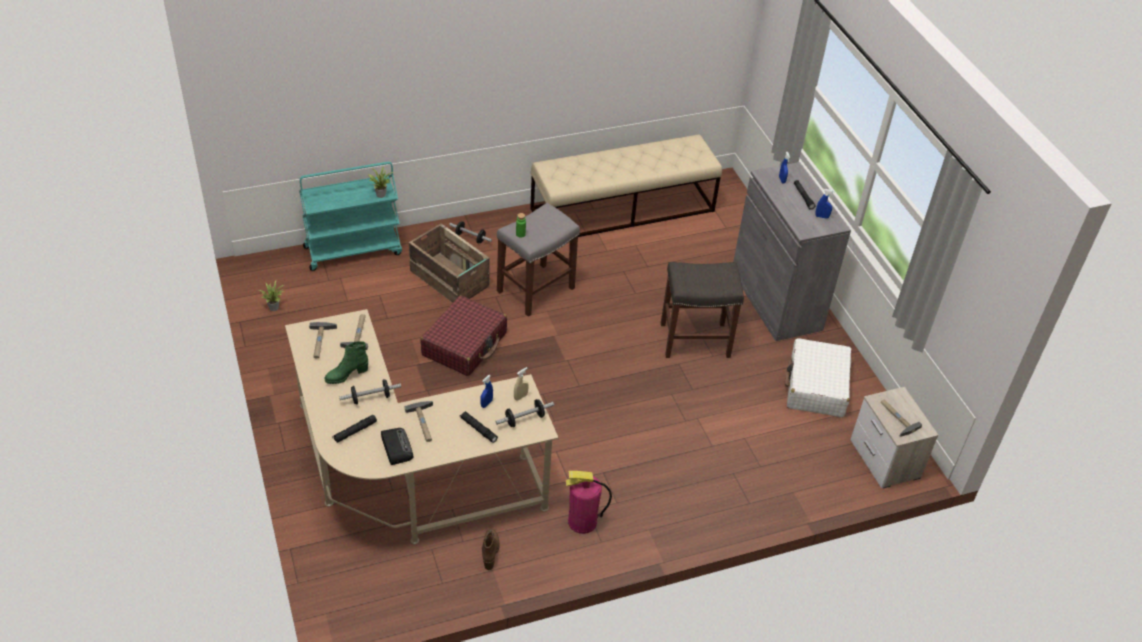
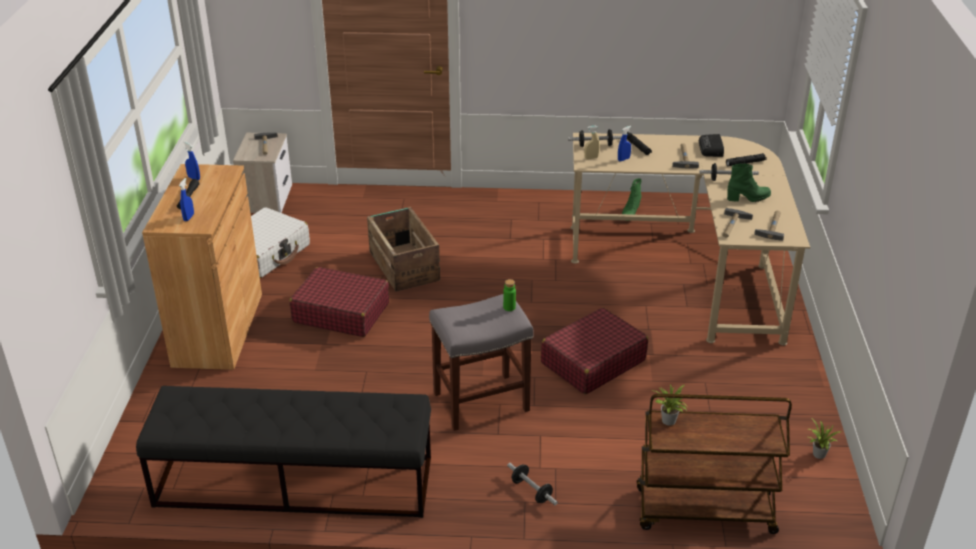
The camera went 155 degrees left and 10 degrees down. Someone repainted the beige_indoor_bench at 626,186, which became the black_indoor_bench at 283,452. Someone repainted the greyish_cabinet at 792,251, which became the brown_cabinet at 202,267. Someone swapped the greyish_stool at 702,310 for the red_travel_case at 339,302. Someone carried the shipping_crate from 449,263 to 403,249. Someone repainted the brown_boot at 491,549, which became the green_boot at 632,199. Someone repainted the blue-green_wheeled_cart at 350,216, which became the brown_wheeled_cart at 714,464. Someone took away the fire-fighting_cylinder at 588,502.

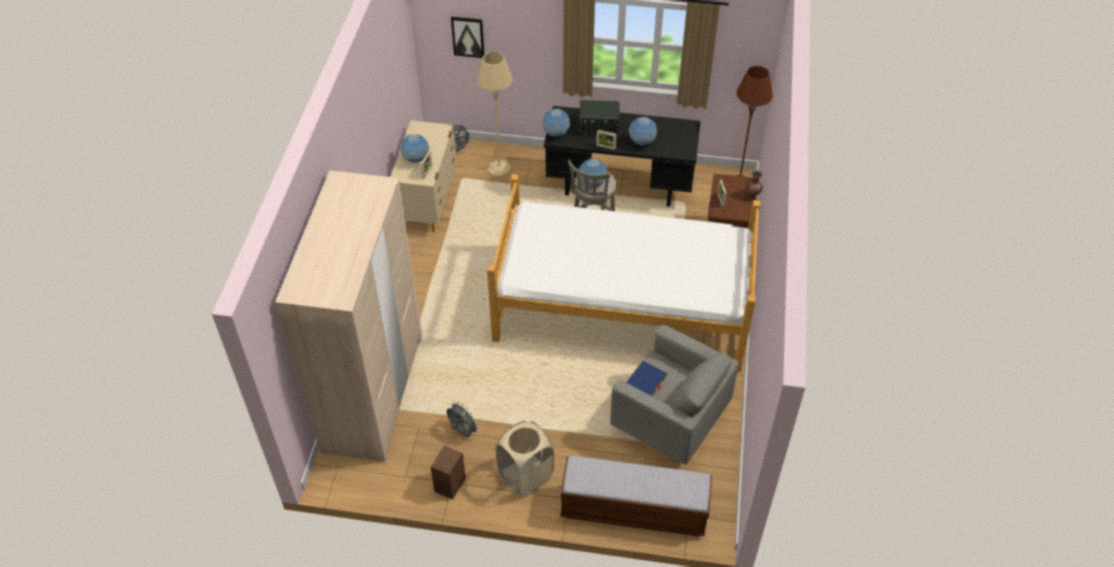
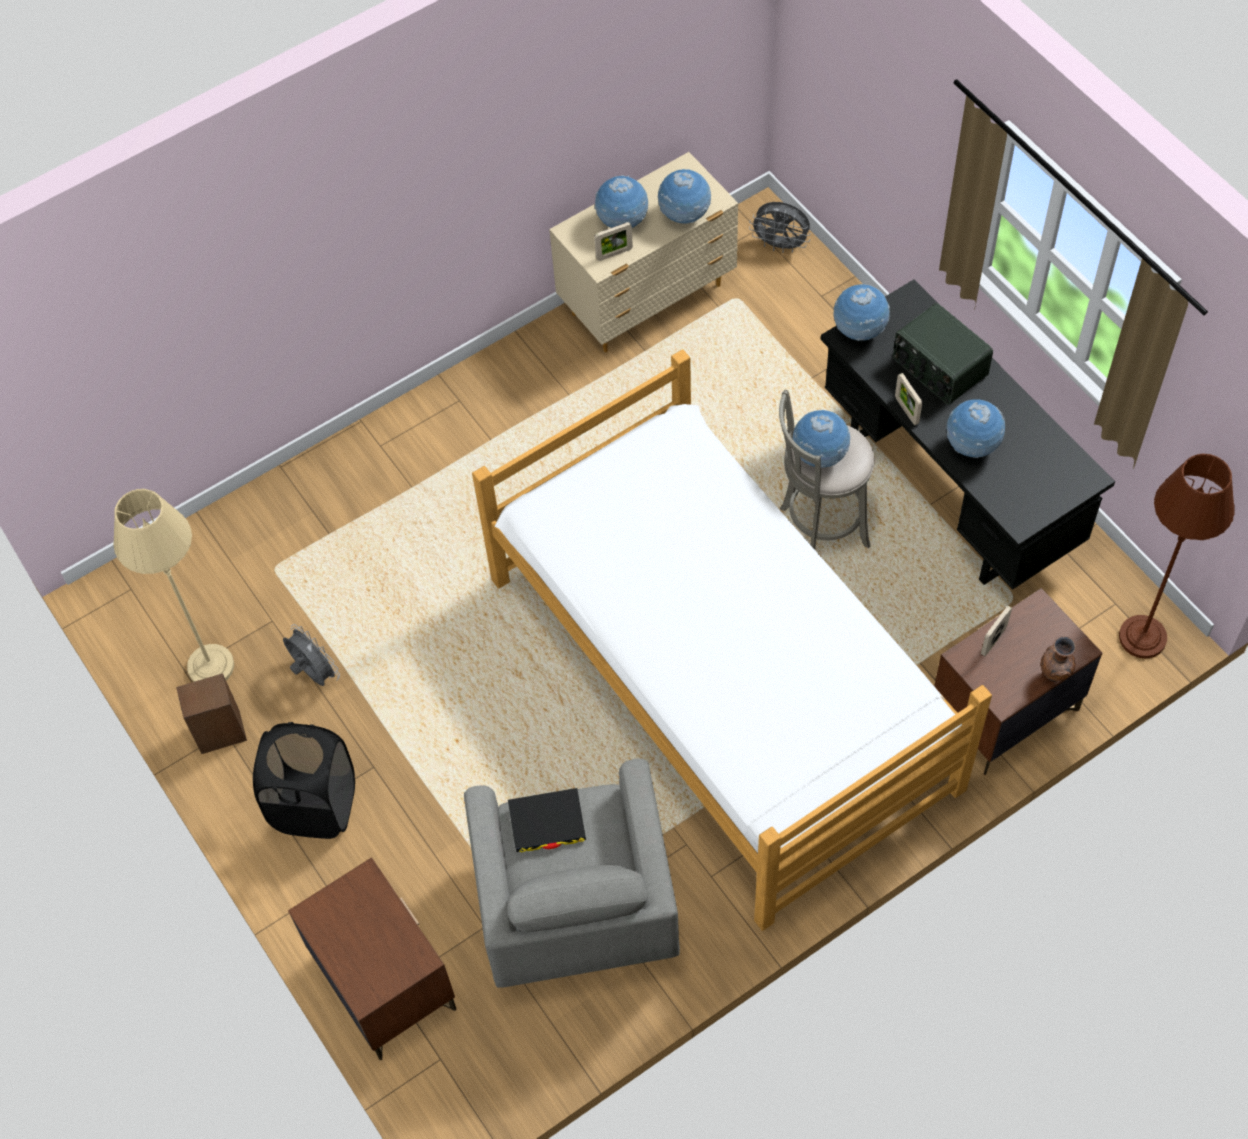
The camera went 50 degrees right and 10 degrees up. Someone carried the beige_standard_lamp from 495,114 to 174,585. Someone repainted the beige_washing_basket at 525,458, which became the black_washing_basket at 304,780. Someone rotated the greyish_cooling_fan at 463,419 by 45 degrees counterclockwise. Someone swapped the indoor_bench at 636,496 for the brown_night_table at 372,958. Someone repainted the bluish_volume at 647,379, which became the black_volume at 547,820. Someone put down the world_globe at 684,196. Someone took away the beige_armoire at 348,316. Someone took away the wall_art at 467,37.

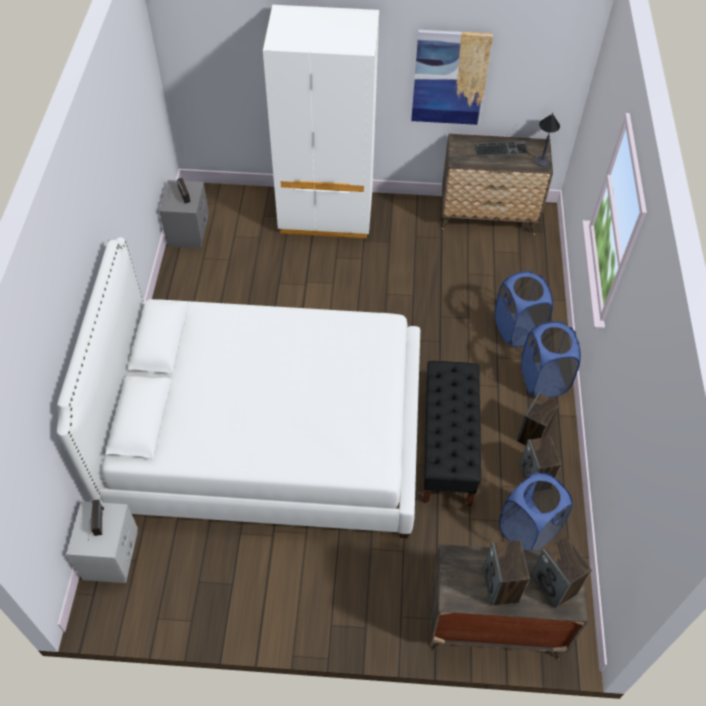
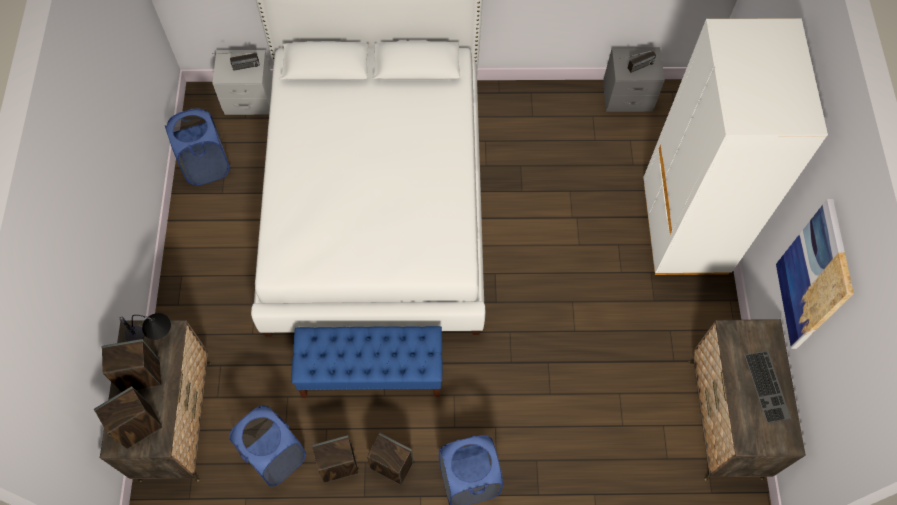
The camera went 85 degrees right and 10 degrees up. Someone carried the table_lamp from 547,140 to 145,327. Someone carried the bluish_washing_basket from 524,309 to 198,146. Someone repainted the black_indoor_bench at 452,433, which became the bluish_indoor_bench at 366,362.

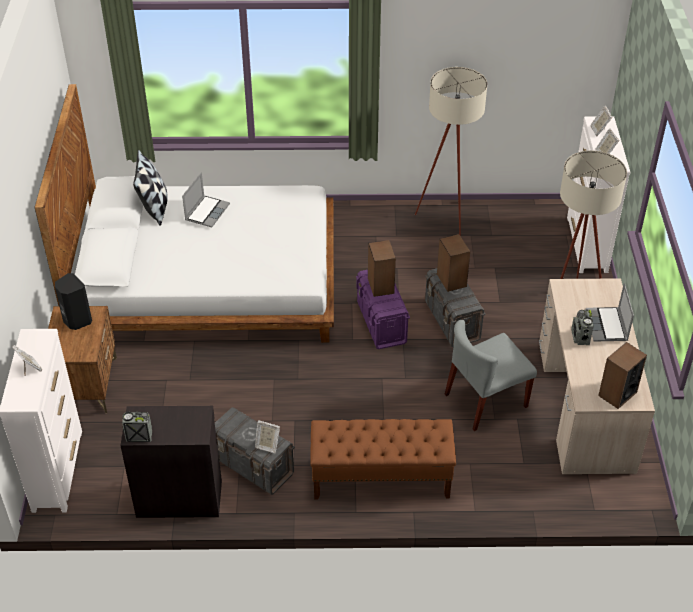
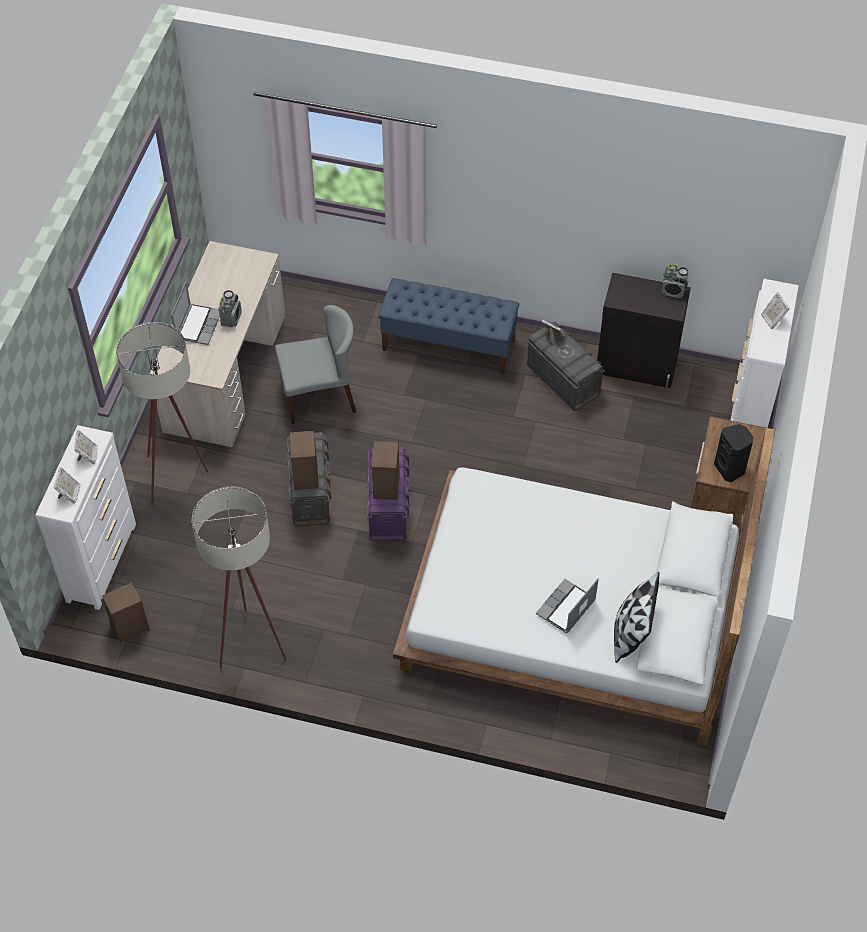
The camera went 165 degrees left and 10 degrees up. Someone carried the audio_speaker from 622,375 to 126,612. Someone repainted the brown_indoor_bench at 383,459, which became the bluish_indoor_bench at 449,326.

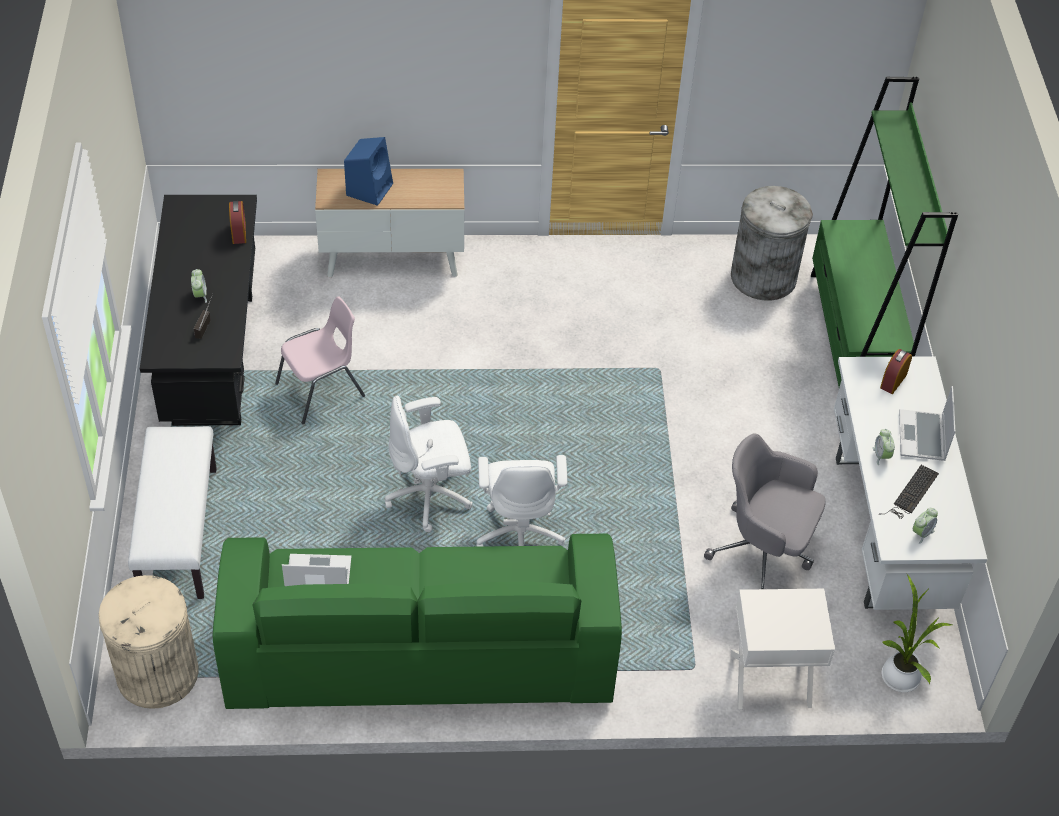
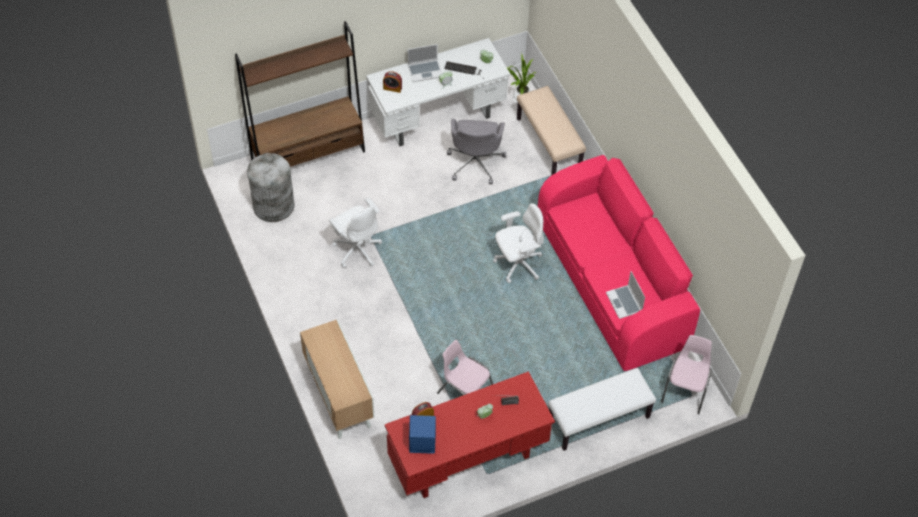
The camera went 110 degrees left and 5 degrees up. Someone repainted the green_shelving_unit at 884,232, which became the brown_shelving_unit at 300,94. Someone carried the whitish_office_chair from 429,464 to 355,233. Someone repainted the black_desk_unit at 198,310, which became the red_desk_unit at 470,434. Someone carried the bluish_audio_speaker from 368,171 to 422,434. Someone swapped the whitish_night_table at 782,649 for the beige_indoor_bench at 551,130. Someone repainted the green_couch at 417,621, which became the pinkish_couch at 619,263. Someone swapped the beige_rubbish_bin at 148,642 for the pinkish_chair at 686,374.

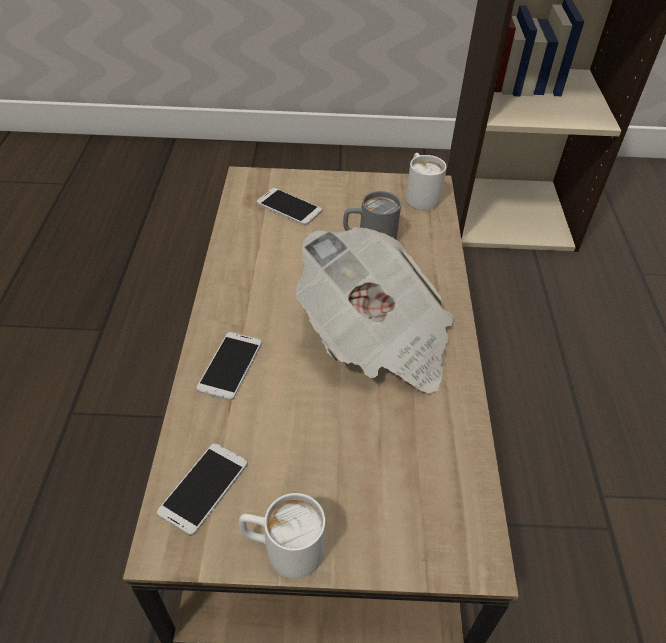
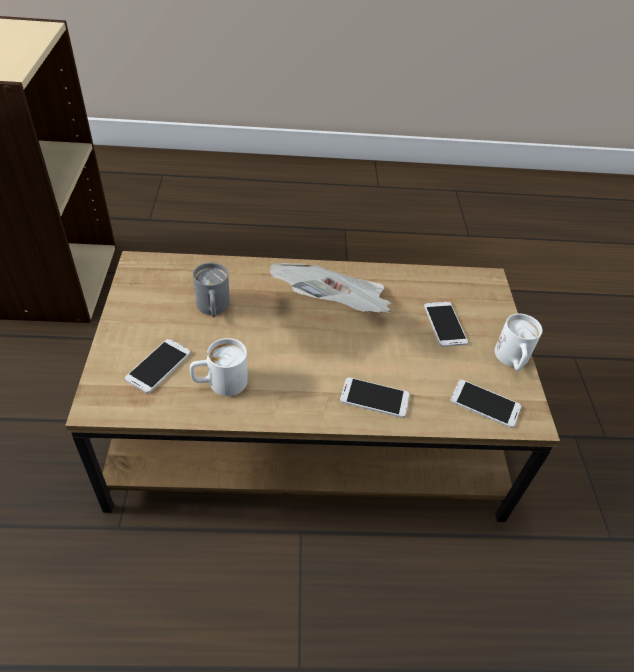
The camera went 95 degrees left and 0 degrees up. Someone carried the whitish_mug from 426,181 to 219,367. Someone put down the telephone at 446,324.

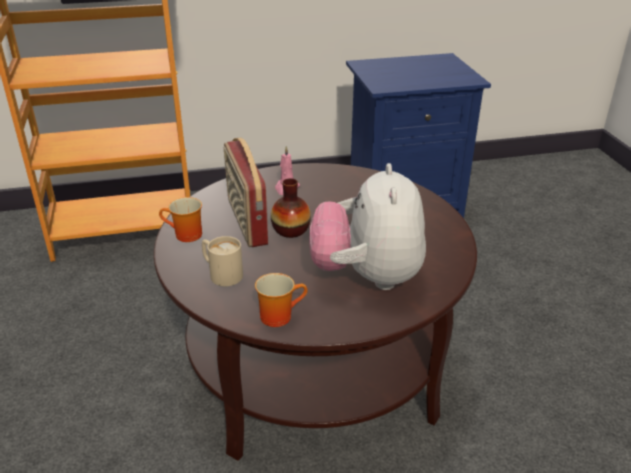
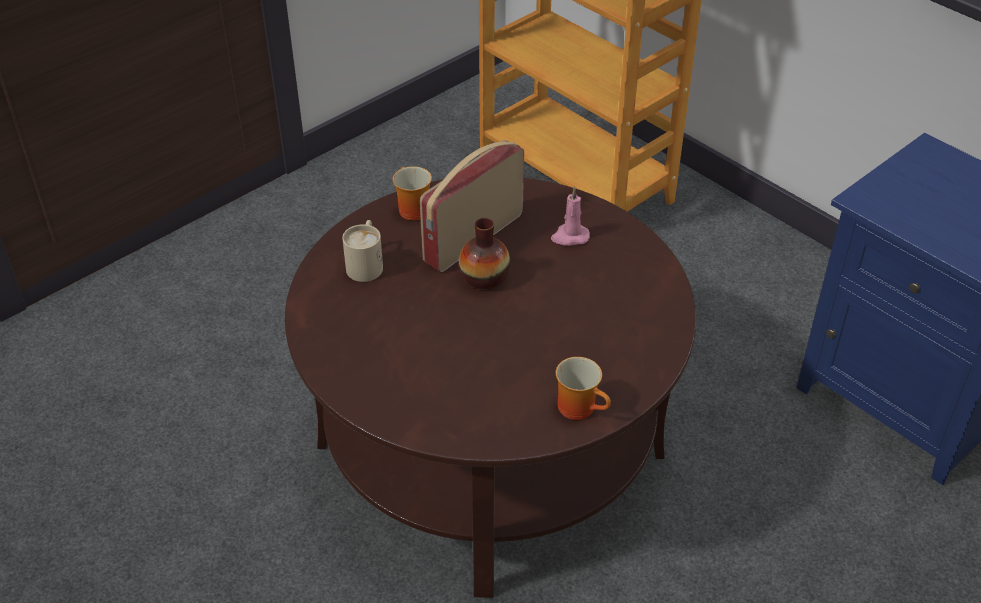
The camera went 60 degrees right and 10 degrees up. Someone carried the mug from 281,300 to 583,388. Someone took away the cuddly_toy at 367,226.

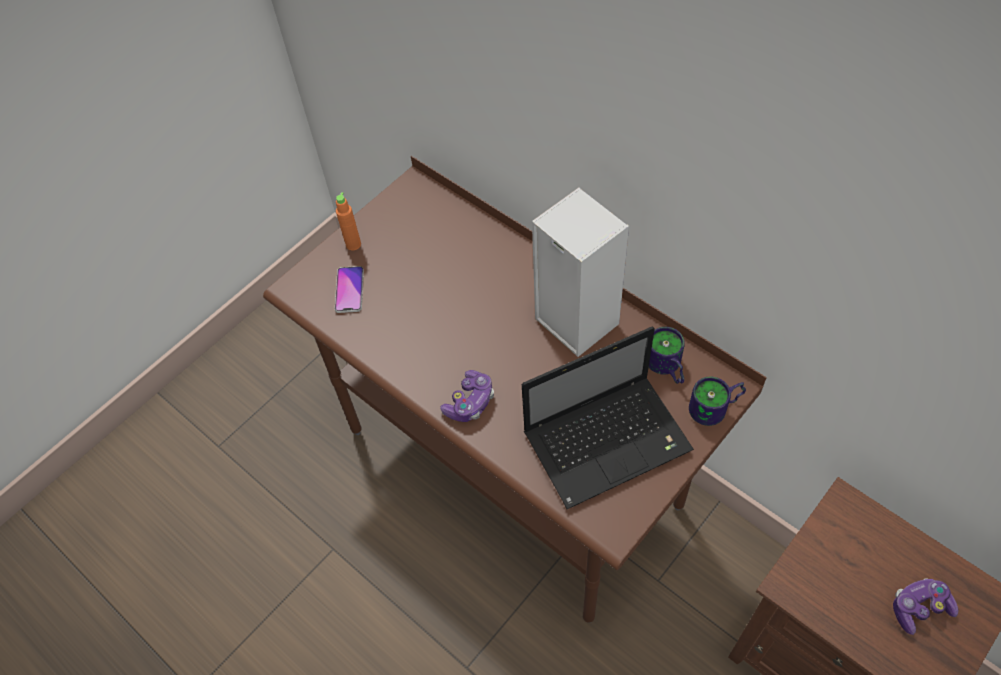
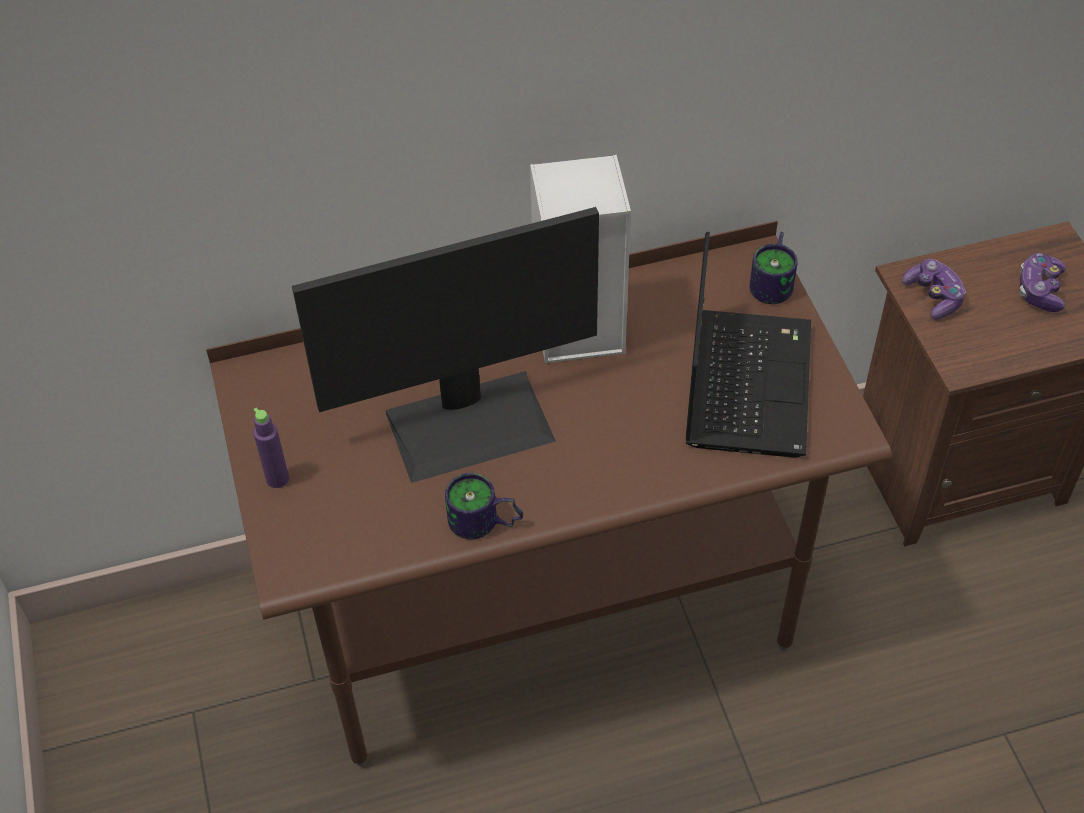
The camera went 60 degrees left and 5 degrees down. Someone repainted the orangey_bottle at 348,221, which became the purple-coloured_bottle at 271,448. Someone put down the computer_display at 445,345. Someone carried the mug from 667,355 to 484,506. Someone carried the gamepad from 467,396 to 933,289. Someone took away the telephone at 349,289.

